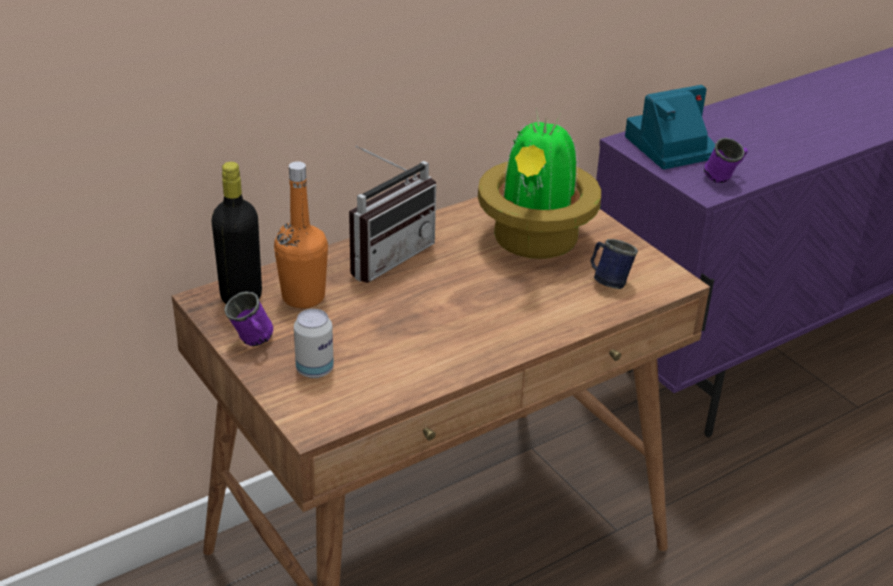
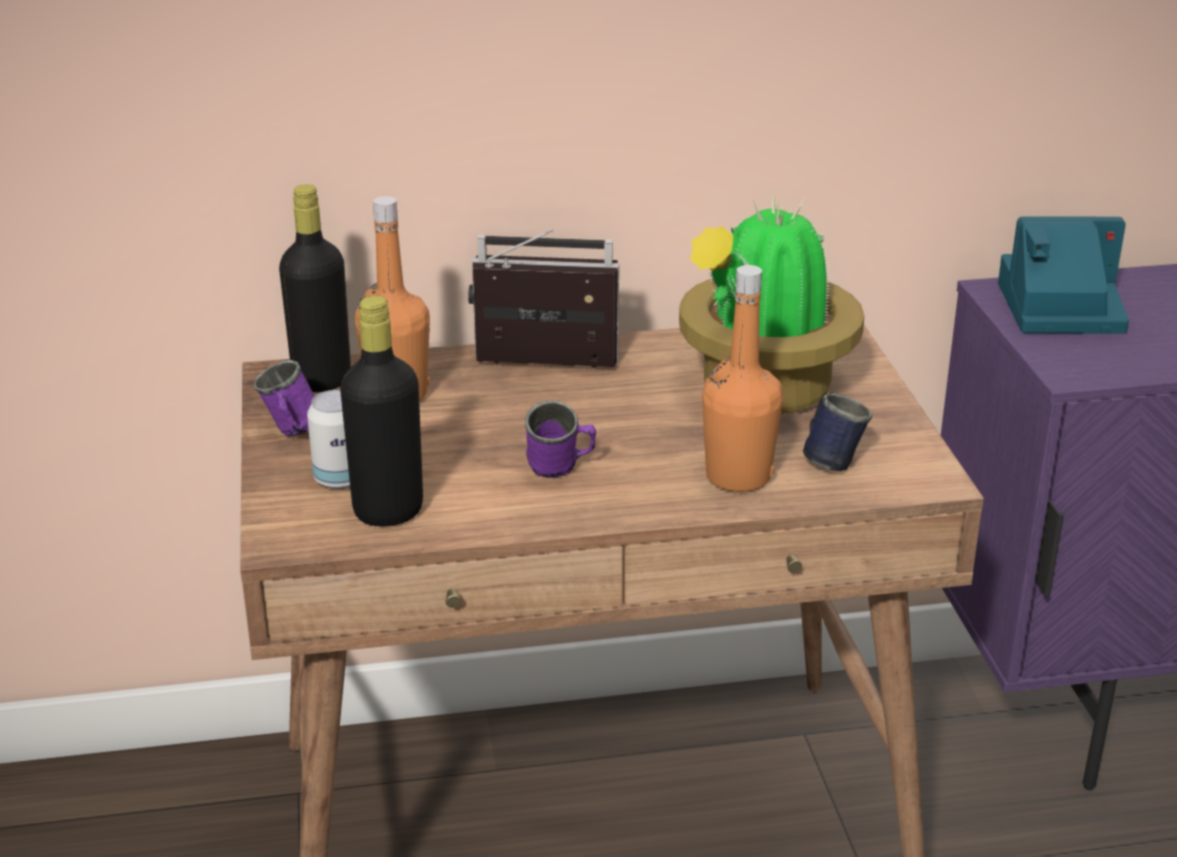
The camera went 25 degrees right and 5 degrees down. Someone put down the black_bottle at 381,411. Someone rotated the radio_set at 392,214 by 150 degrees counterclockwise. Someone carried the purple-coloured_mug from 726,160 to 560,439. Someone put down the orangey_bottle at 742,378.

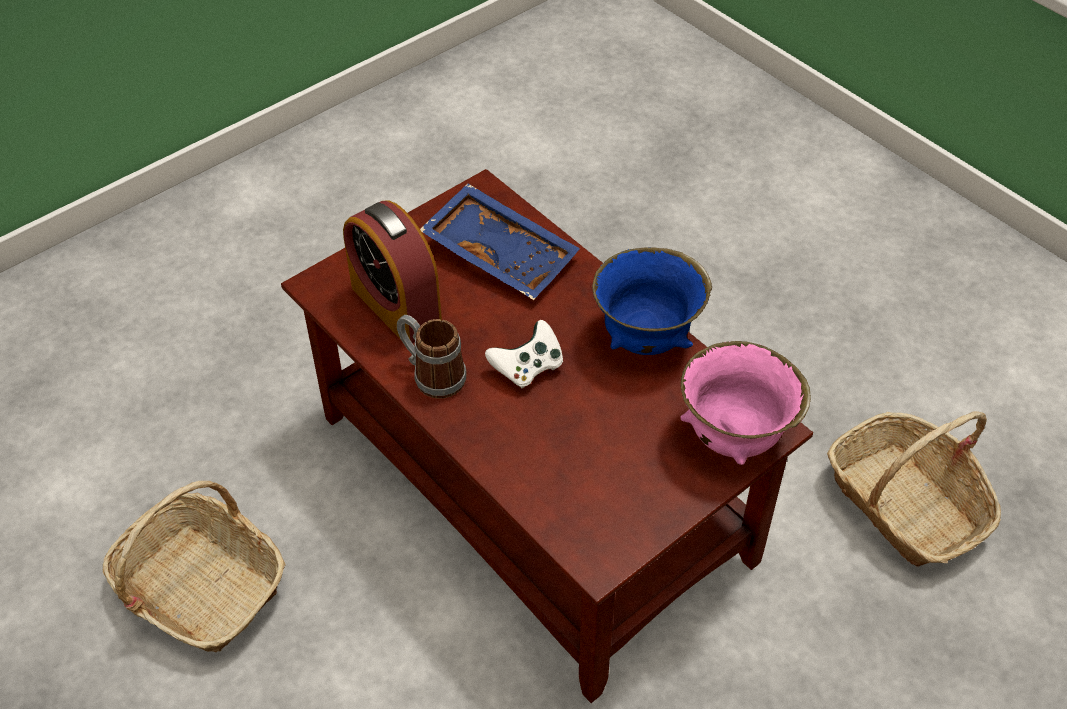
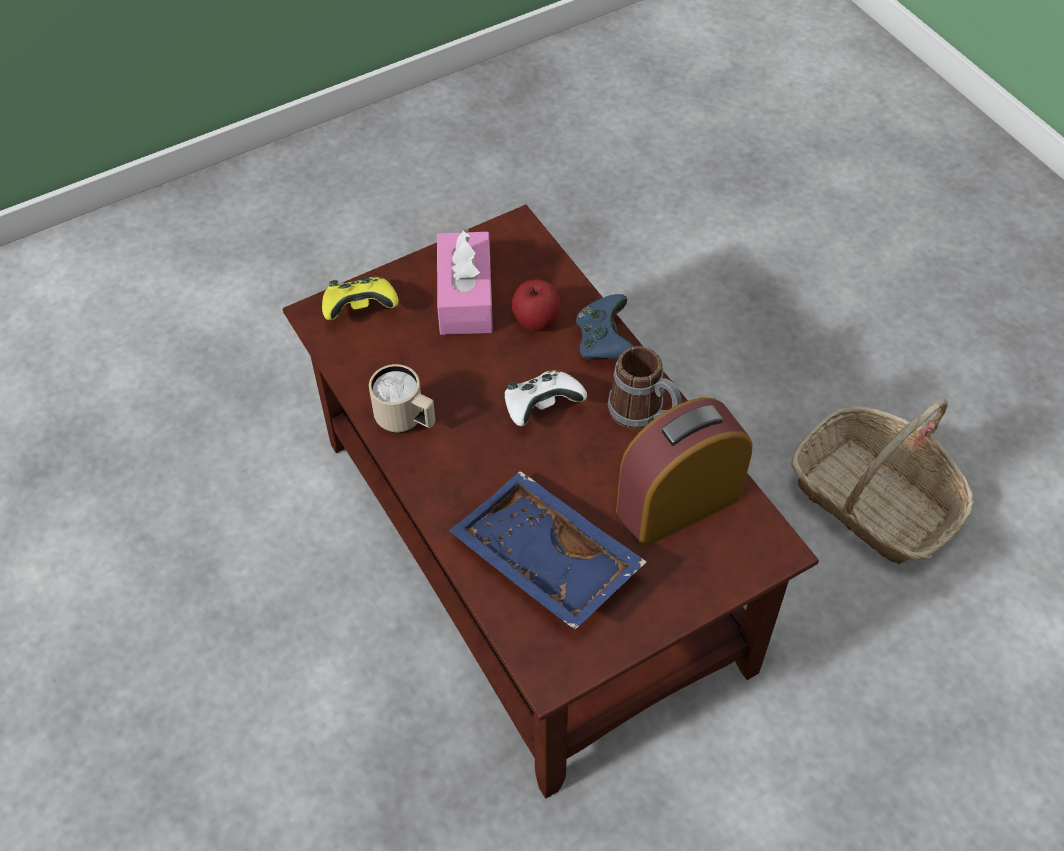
The camera went 170 degrees left and 5 degrees up. Someone swapped the pinkish_deep_dish at 745,403 for the yellow-coloured_gamepad at 360,298. Someone swapped the bluish_deep_dish at 652,301 for the beige_mug at 402,398. Someone put down the pinkish_box_of_tissues at 465,281. Someone put down the whole_apple at 536,305. Someone put down the bluish_gamepad at 605,327. Someone rotated the alarm_clock at 392,271 by 90 degrees counterclockwise. Someone took away the basket at 914,489.

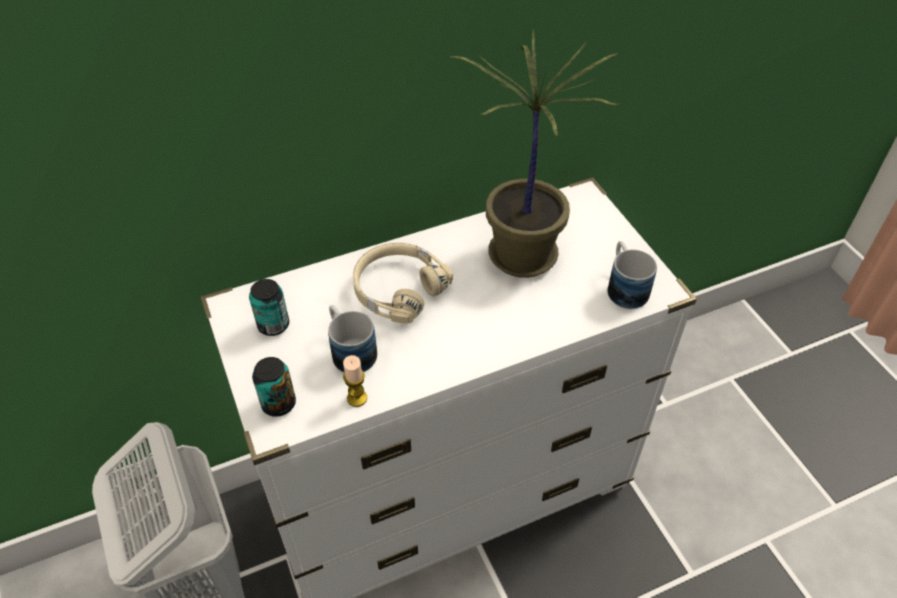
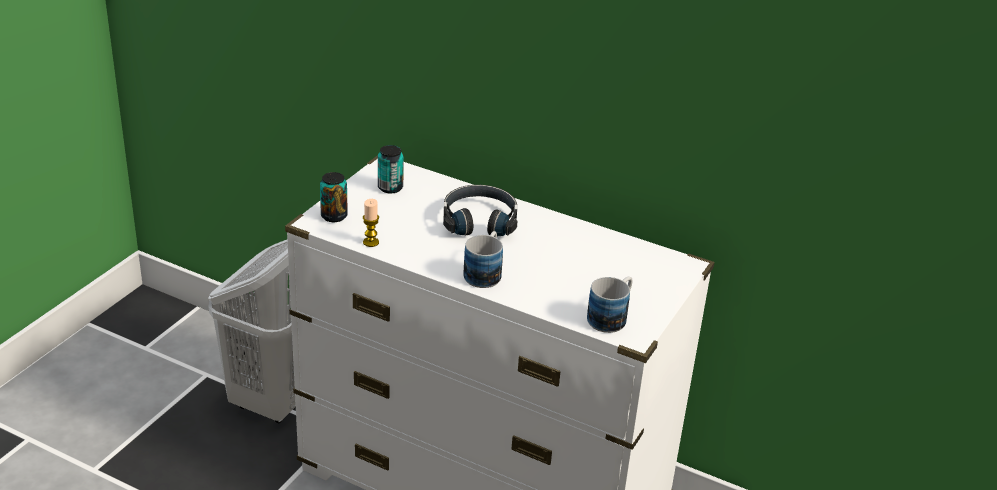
The camera went 50 degrees right and 15 degrees down. Someone repainted the beige_pair_of_headphones at 403,283, which became the black_pair_of_headphones at 480,210. Someone carried the mug from 352,339 to 483,259. Someone took away the plant_in_a_pot at 535,154.

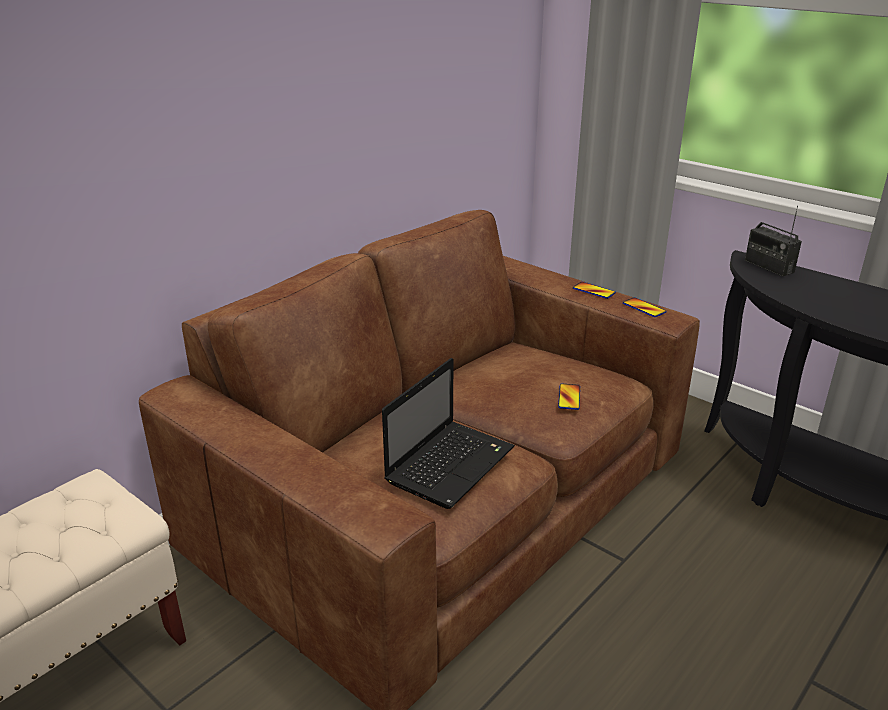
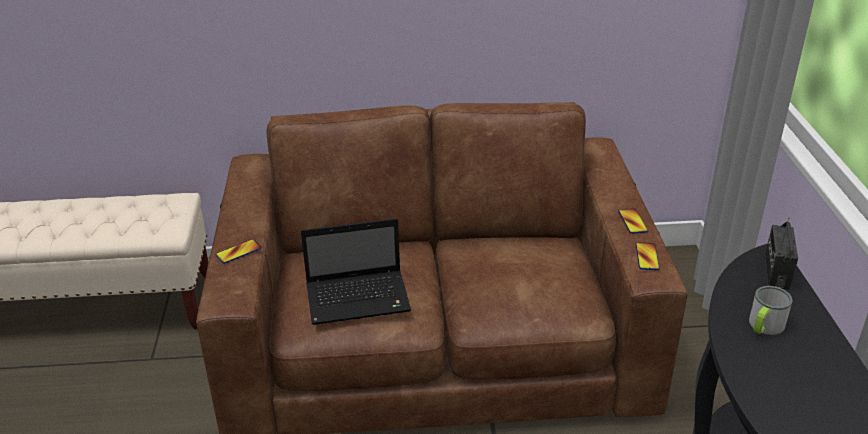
The camera went 45 degrees right and 5 degrees up. Someone carried the telephone from 569,396 to 238,251. Someone put down the mug at 771,310.

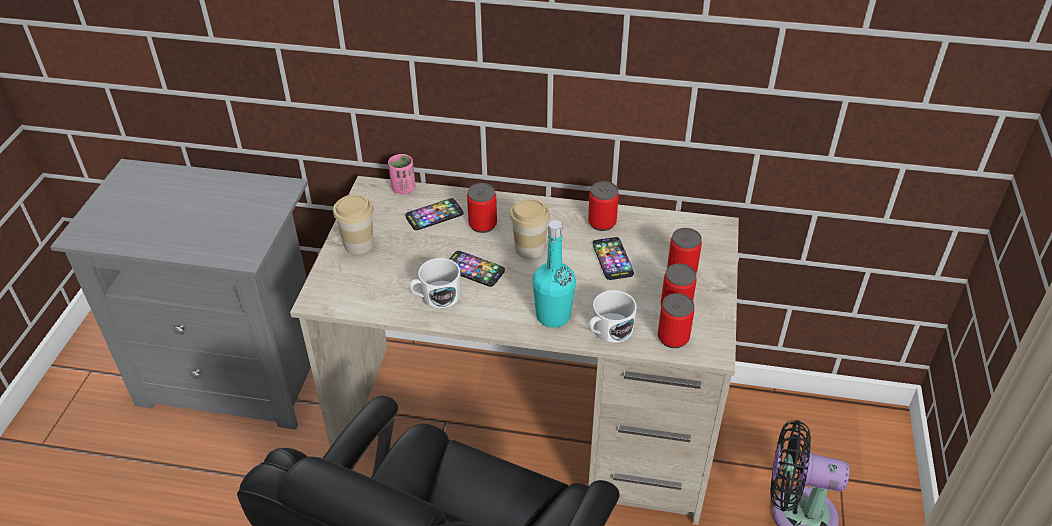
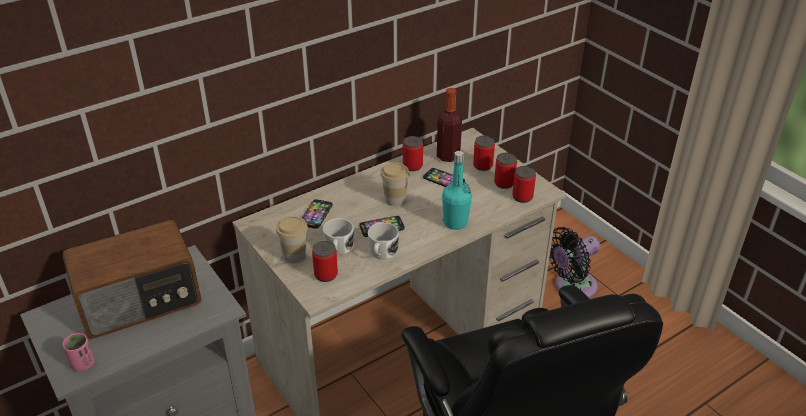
The camera went 45 degrees left and 5 degrees down. Someone put down the radio_set at 131,279. Someone carried the pinkish_drinking_cup from 402,174 to 78,352. Someone carried the sealed_can from 482,208 to 325,261. Someone carried the whitish_mug from 613,316 to 338,236. Someone put down the bottle at 449,125.

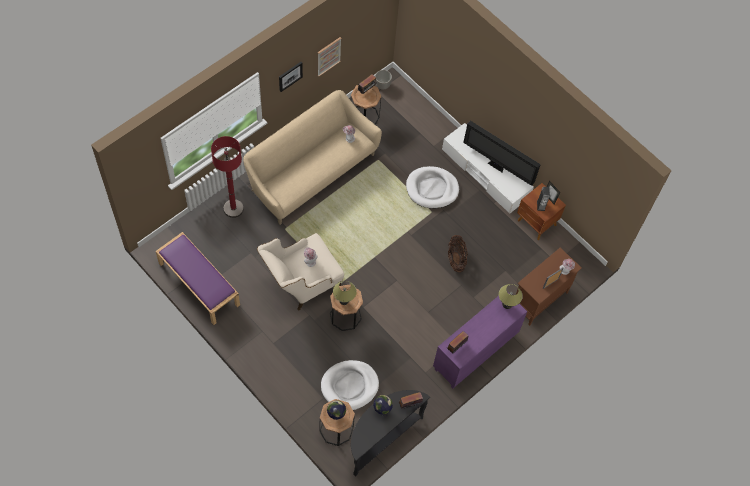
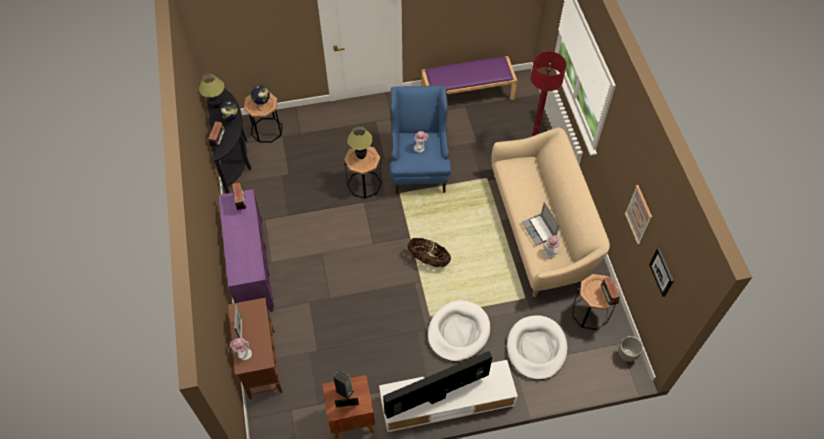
The camera went 125 degrees right and 5 degrees down. Someone carried the table_lamp from 511,296 to 211,90. Someone repainted the beige_easy_chair at 300,272, which became the bluish_easy_chair at 420,139. Someone carried the basket from 458,253 to 429,252. Someone carried the whitish_pet_bed from 350,385 to 537,347. Someone put down the notebook_computer at 540,224. Someone carried the wall_art from 291,77 to 661,272.

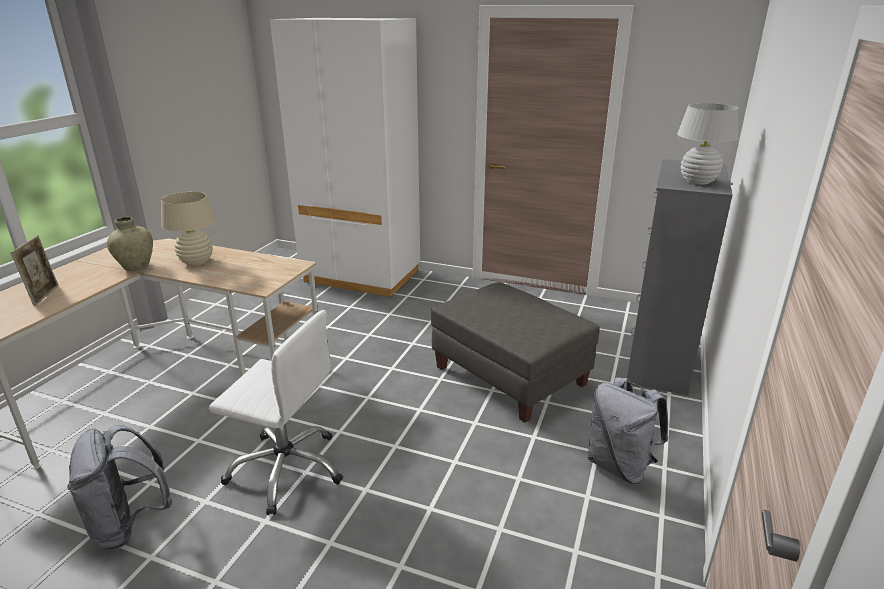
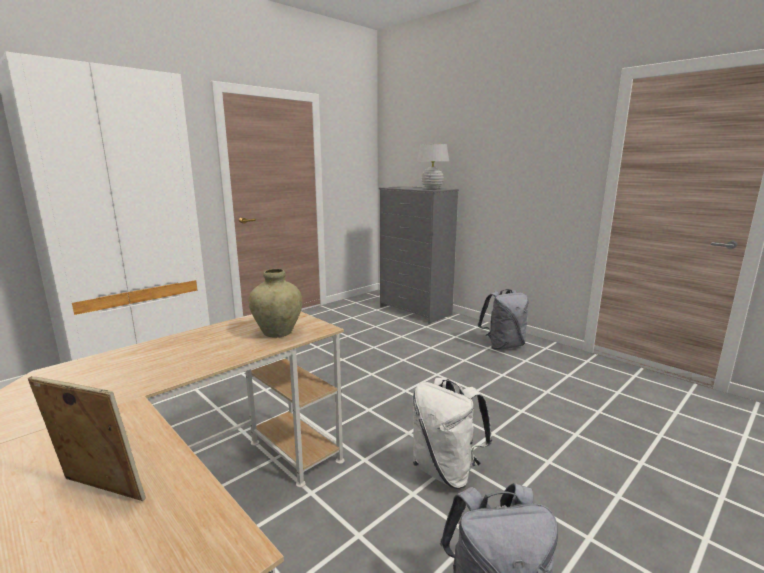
The camera went 65 degrees left and 10 degrees down. Someone carried the beige_vase from 130,244 to 275,303. Someone swapped the whitish_office_chair at 276,412 for the whitish_rucksack at 452,433. Someone took away the beige_table_lamp at 188,229. Someone took away the greyish_pouffe at 515,352.

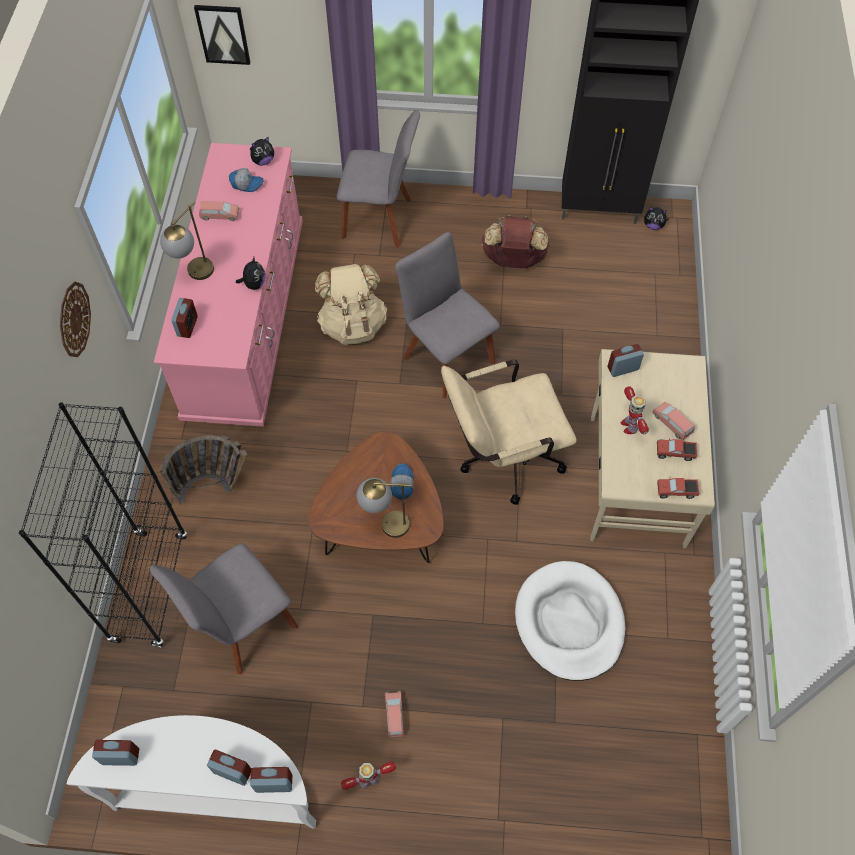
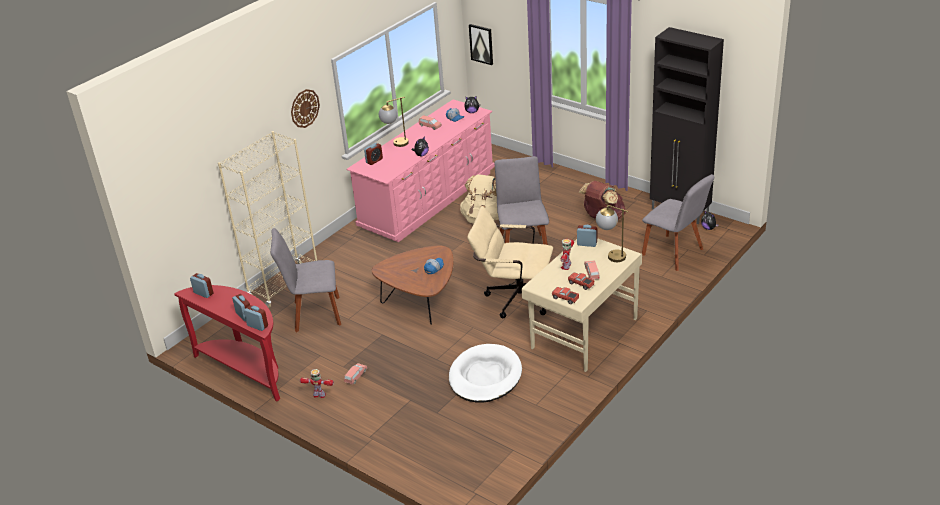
The camera went 35 degrees right and 25 degrees down. Someone repainted the whitish_hall_table at 191,772, which became the red_hall_table at 227,343. Someone repainted the black_shelving_unit at 103,524, which became the beige_shelving_unit at 267,219. Someone carried the table_lamp from 384,508 to 612,233. Someone carried the greyish_chair from 378,179 to 678,222. Someone took away the basket at 203,470.

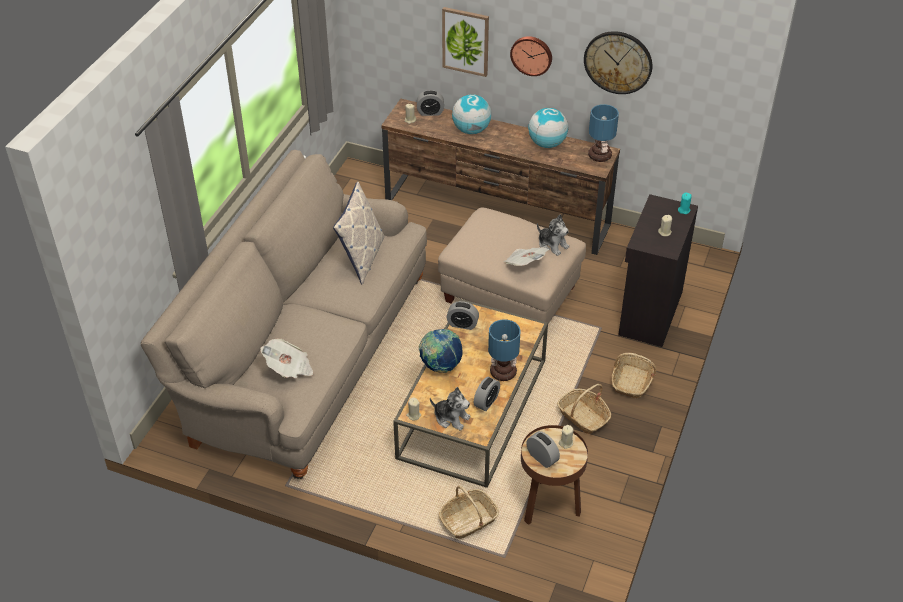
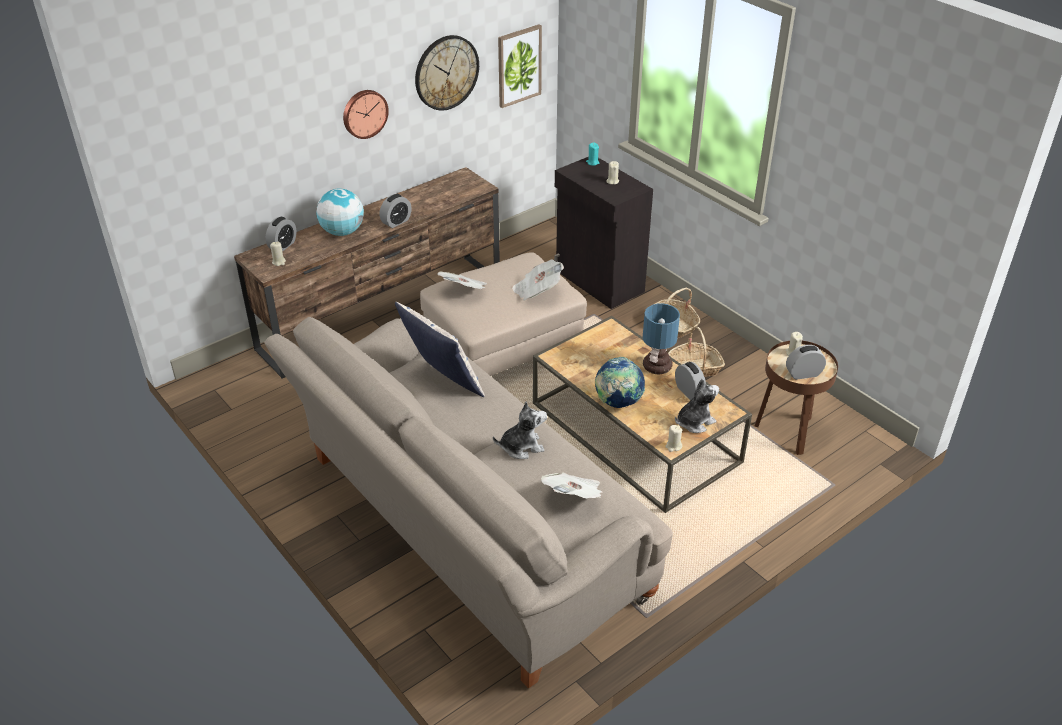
The camera went 60 degrees left and 5 degrees down. Someone carried the alarm_clock from 463,315 to 395,211. Someone put down the daily_paper at 462,280. Someone carried the cuddly_toy from 553,235 to 520,430. Someone carried the wall_art from 465,42 to 520,66. Someone took away the basket at 469,512. Someone took away the world_globe at 548,128. Someone took away the table_lamp at 603,133.

